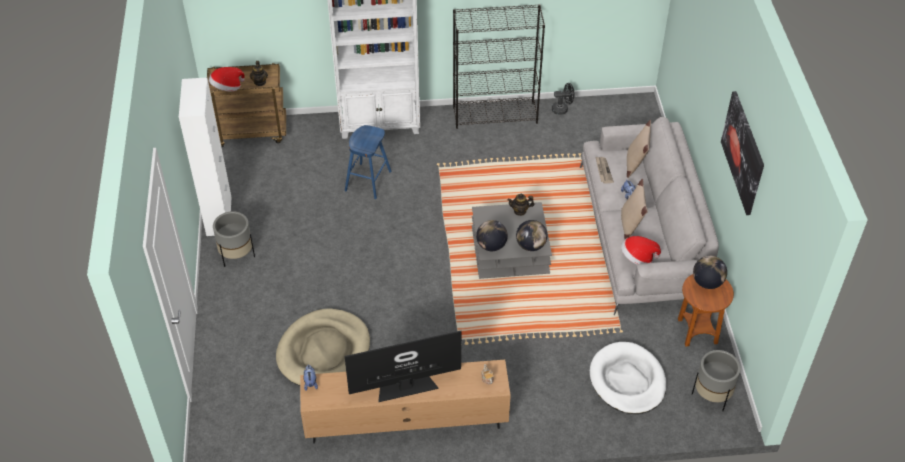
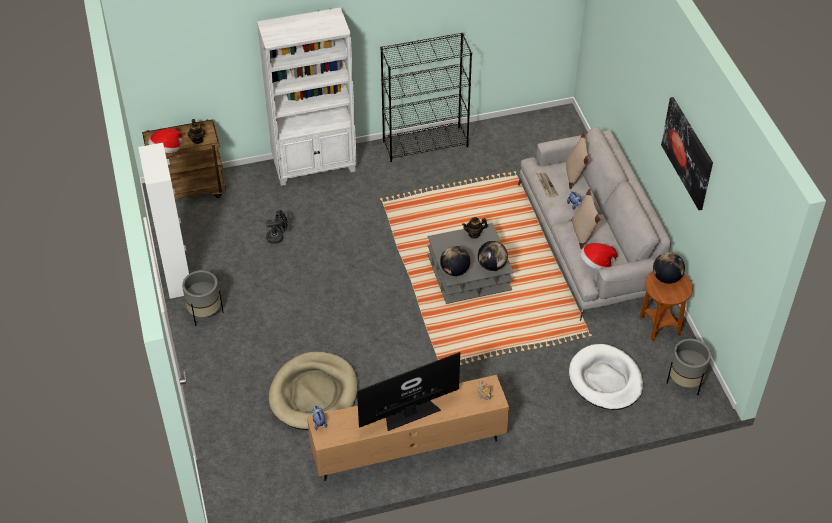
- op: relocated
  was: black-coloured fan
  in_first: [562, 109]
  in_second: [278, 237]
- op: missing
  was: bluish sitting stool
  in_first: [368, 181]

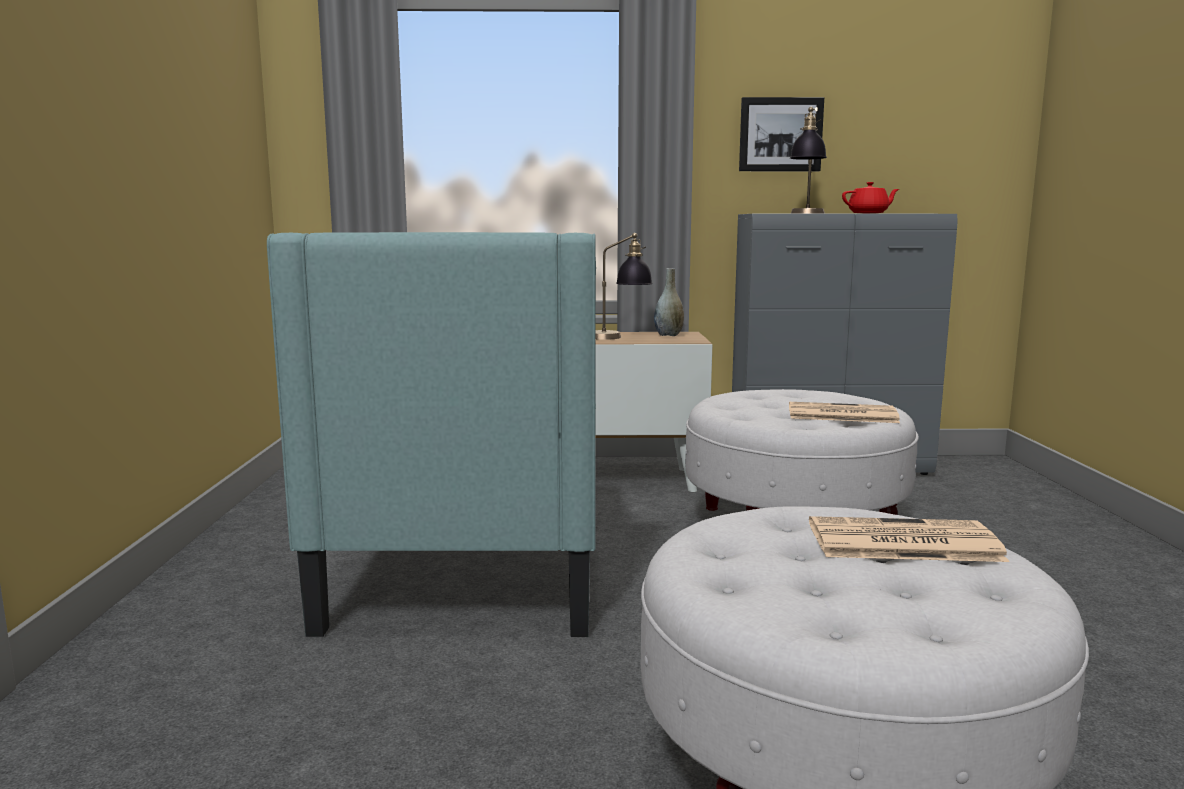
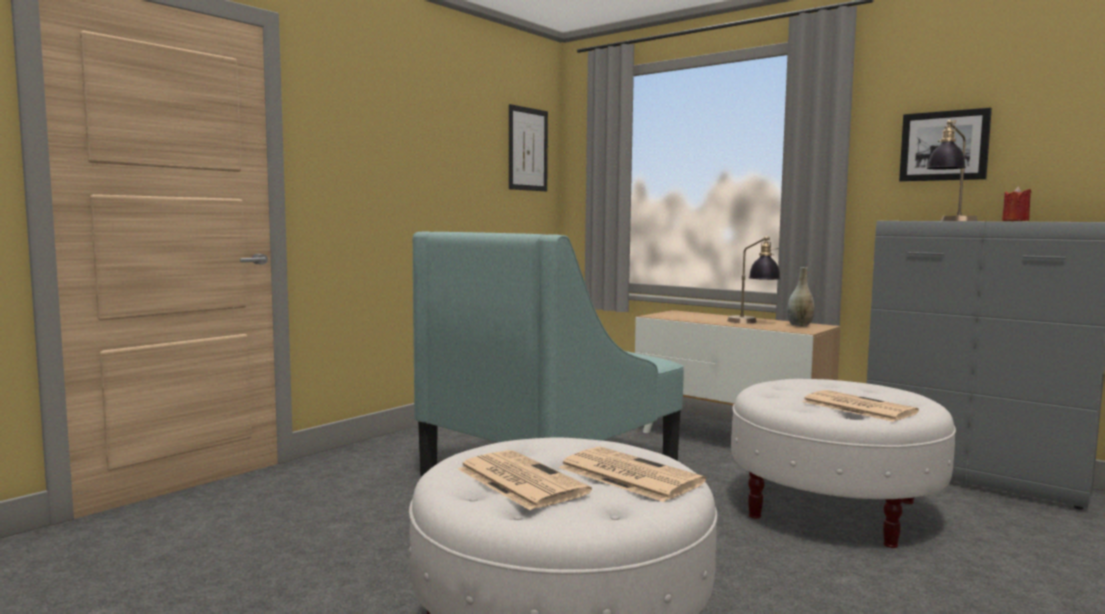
- op: exchanged
  was: red teapot
  now: red candle
  in_first: [869, 213]
  in_second: [1015, 221]
- op: appeared
  now: wall art
  in_second: [528, 149]
- op: appeared
  now: printed paper
  in_second: [519, 480]

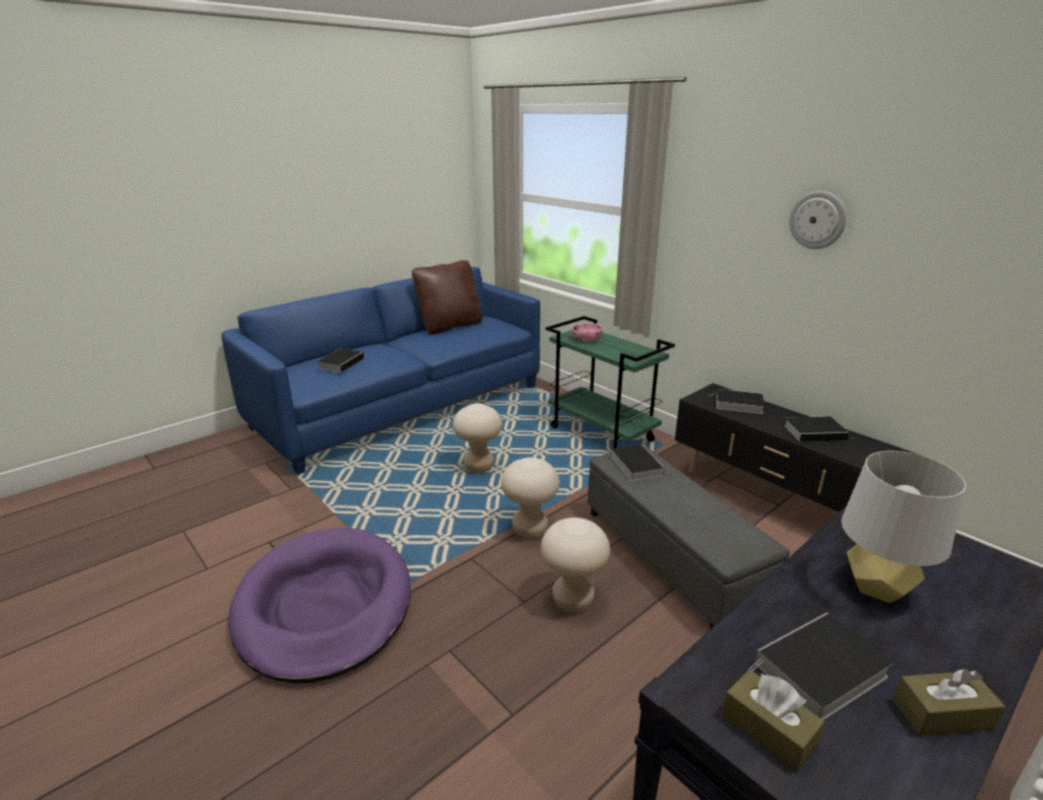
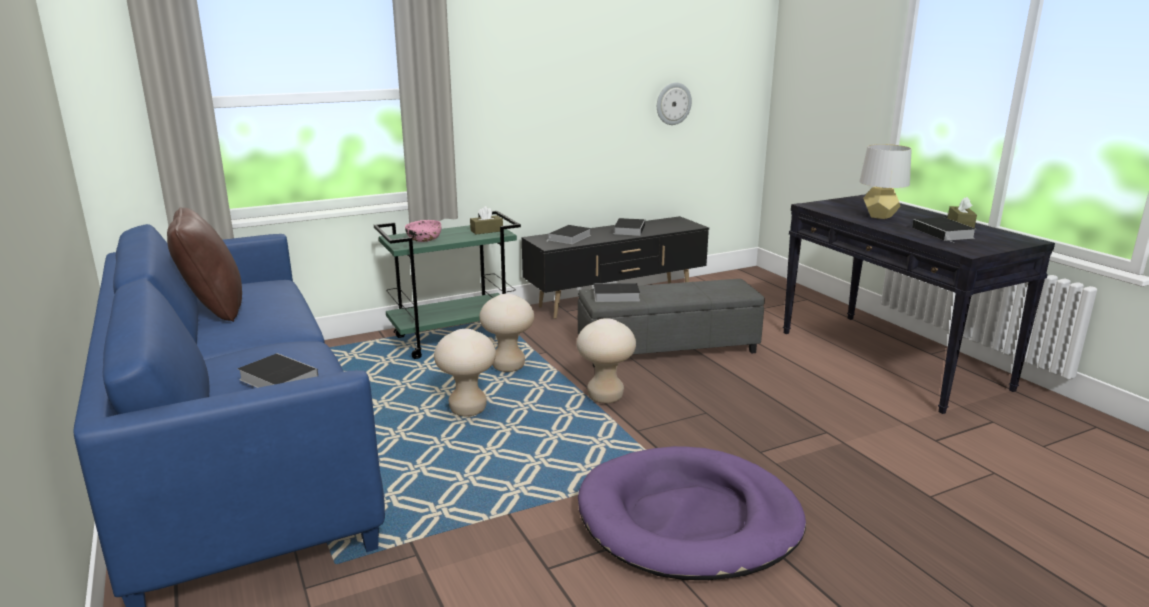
- op: relocated
  was: wall clock
  in_first: [817, 220]
  in_second: [673, 103]
- op: relocated
  was: beige-coloured sitting stool
  in_first: [572, 600]
  in_second: [508, 367]
- op: relocated
  was: brownish tissue holder
  in_first: [768, 730]
  in_second: [486, 231]

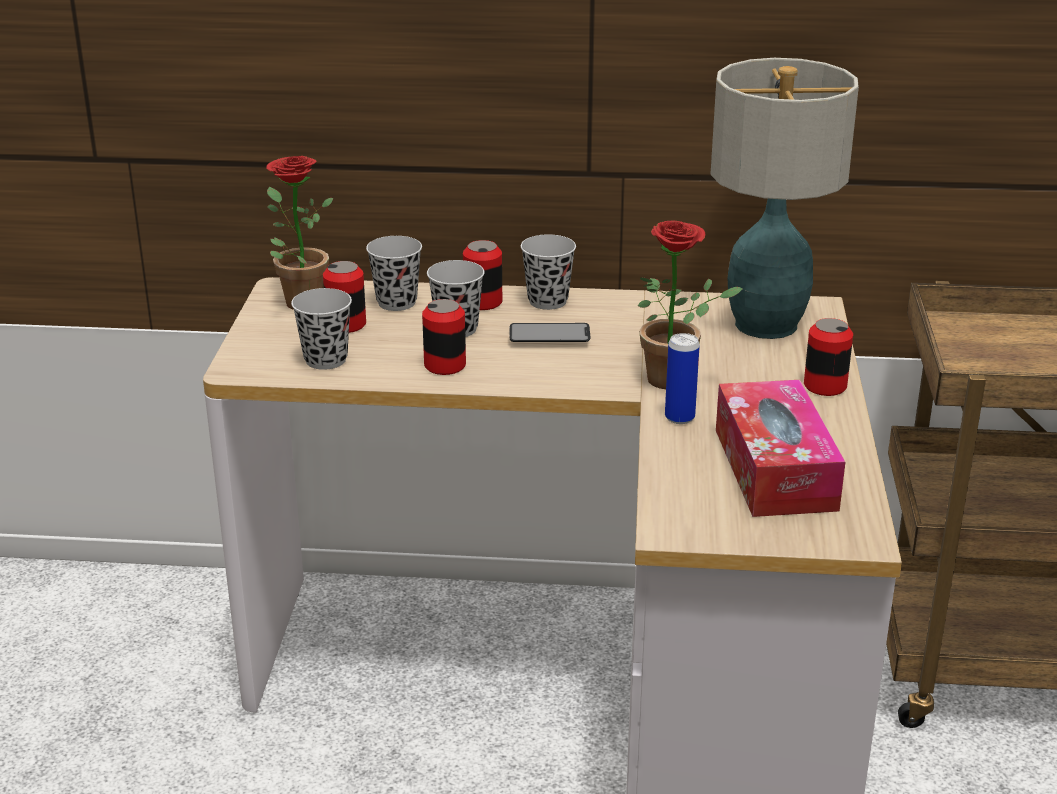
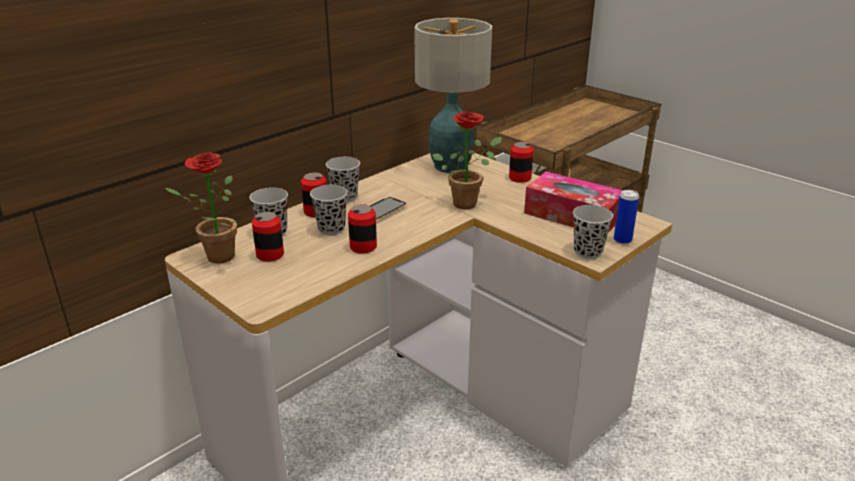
- op: relocated
  was: black-coloured small cup
  in_first: [325, 360]
  in_second: [588, 252]
- op: relocated
  was: sealed can
  in_first: [679, 417]
  in_second: [622, 240]

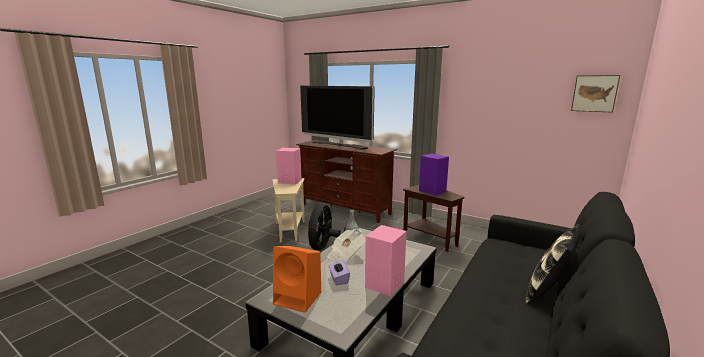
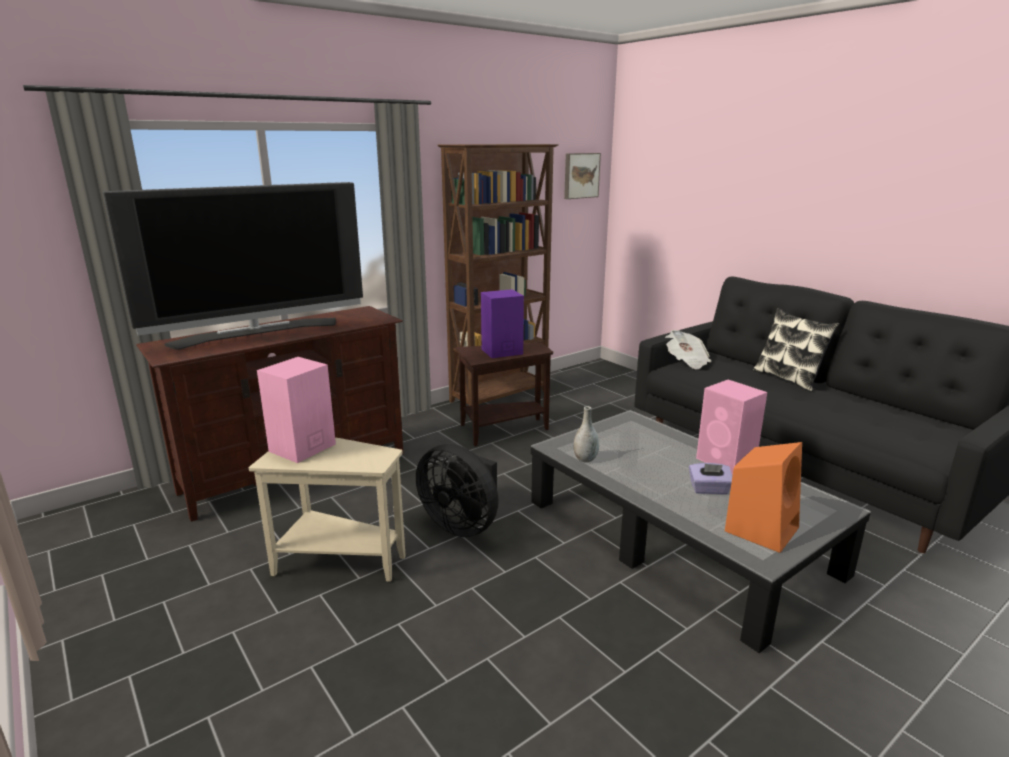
- op: relocated
  was: printed paper
  in_first: [345, 254]
  in_second: [686, 361]
- op: appeared
  now: brownish bookcase
  in_second: [500, 397]

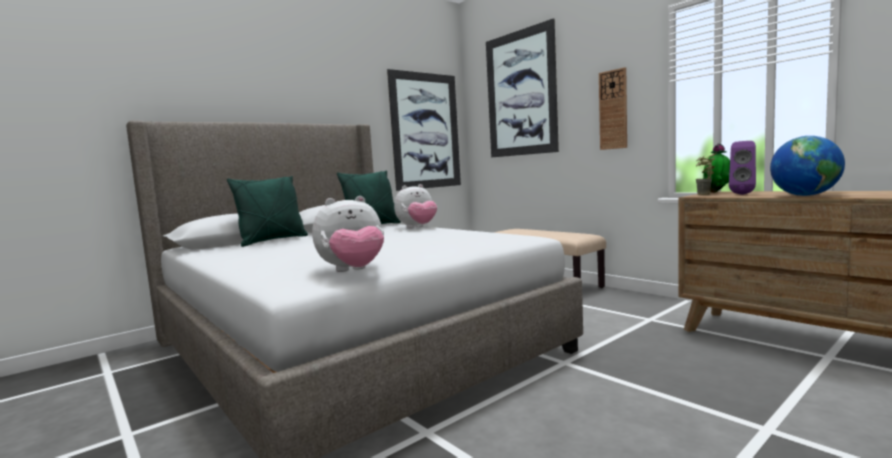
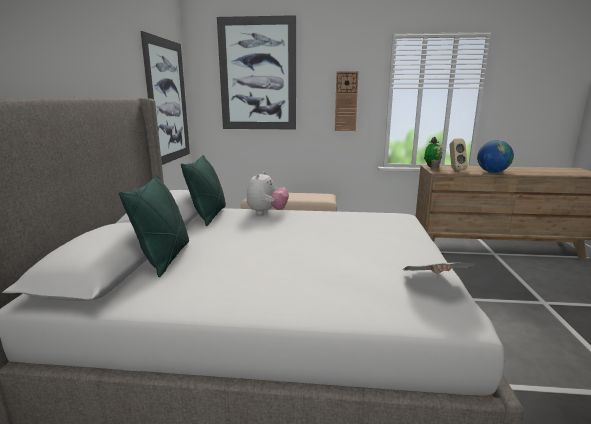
- op: colour
  was: purplish audio speaker
  now: beige-coloured audio speaker
  in_first: [742, 194]
  in_second: [454, 170]
- op: exchanged
  was: soft toy
  now: printed paper
  in_first: [353, 271]
  in_second: [434, 284]

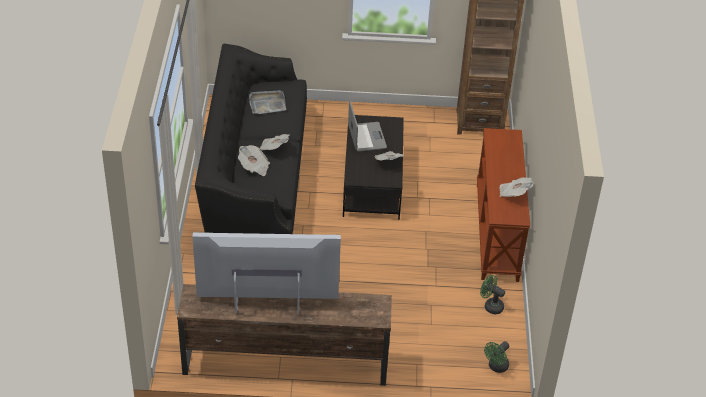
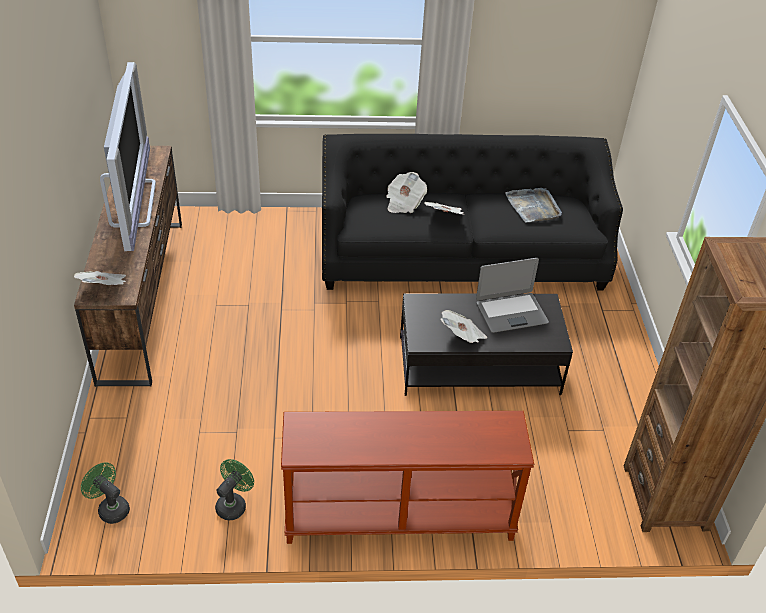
- op: relocated
  was: printed paper
  in_first: [513, 193]
  in_second: [104, 287]

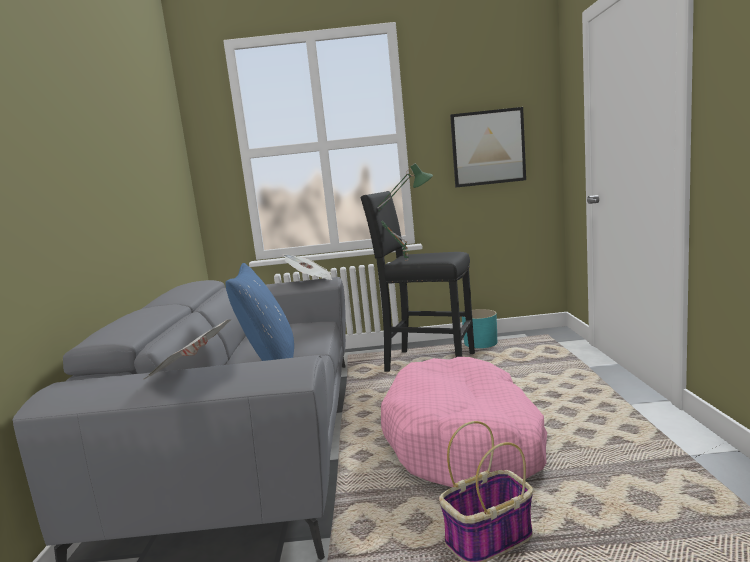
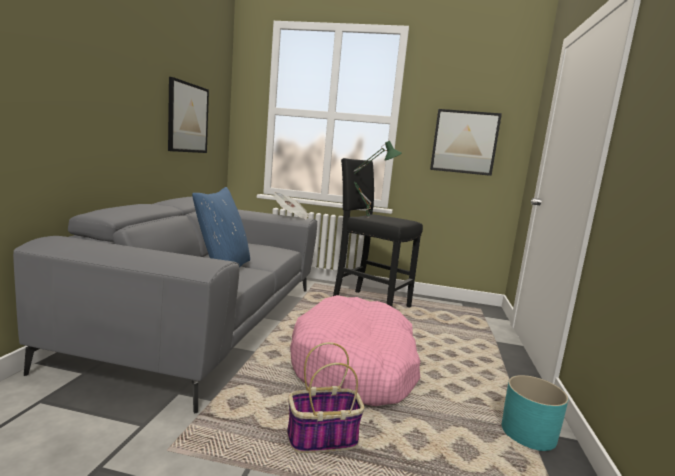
- op: relocated
  was: blue-green flower pot
  in_first: [481, 343]
  in_second: [529, 433]
- op: missing
  was: printed paper
  in_first: [192, 372]
- op: appeared
  now: wall art
  in_second: [188, 118]

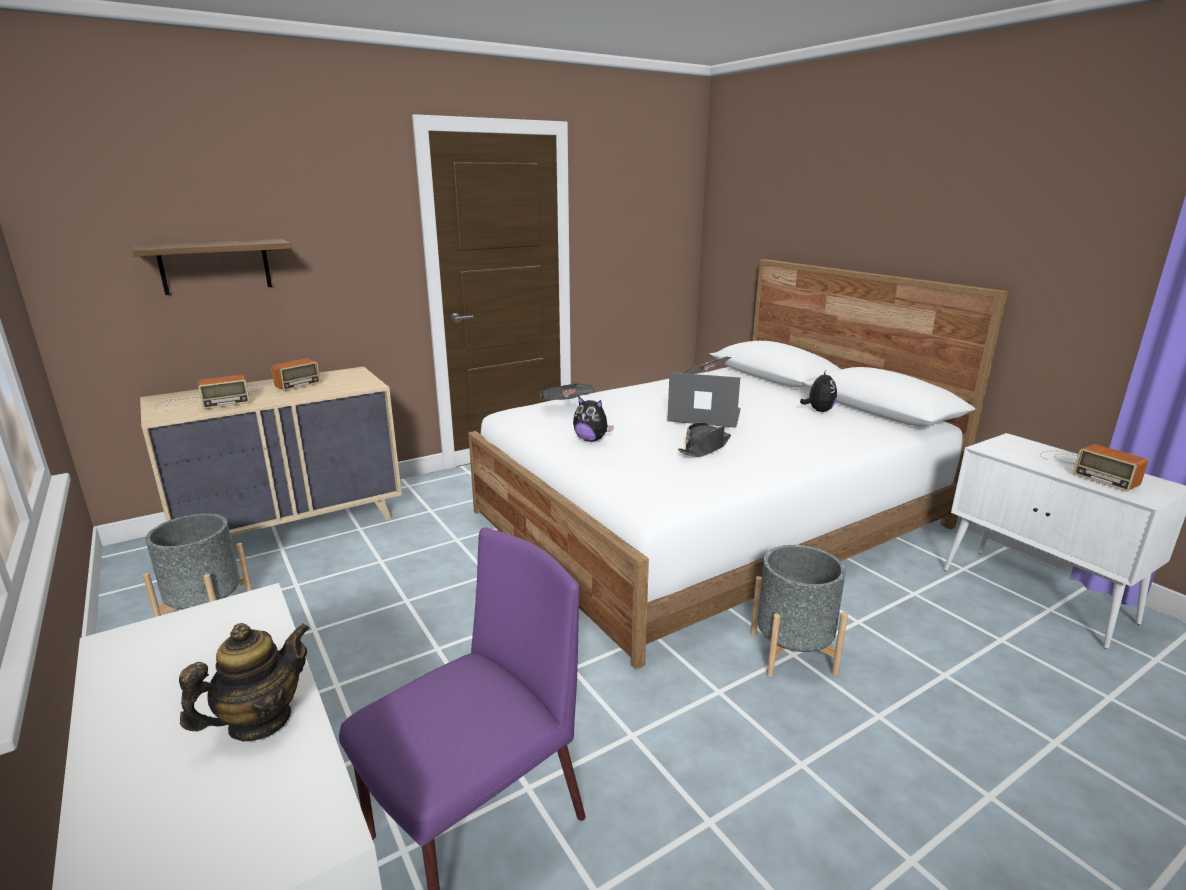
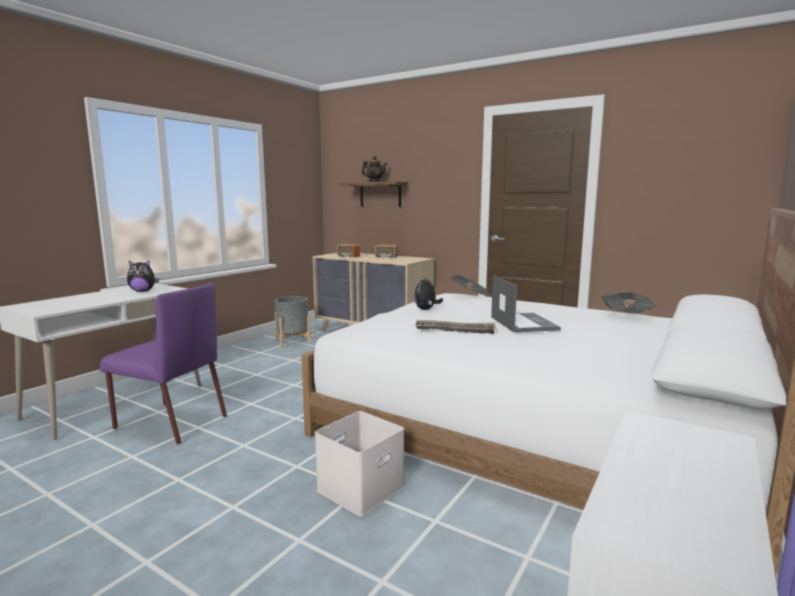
- op: relocated
  was: soft toy
  in_first: [818, 411]
  in_second: [143, 291]
- op: exchanged
  was: black-coloured wearable hat
  now: carrying tray
  in_first: [705, 448]
  in_second: [455, 331]
- op: missing
  was: radio set
  in_first: [1085, 468]
- op: exchanged
  was: greyish flower pot
  now: white-coloured storage bin
  in_first: [792, 653]
  in_second: [360, 490]
- op: relocated
  was: teapot
  in_first: [259, 721]
  in_second: [374, 181]

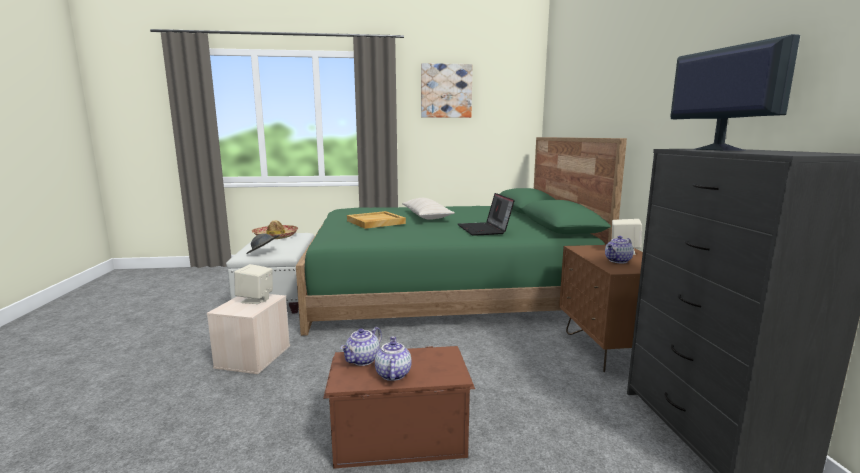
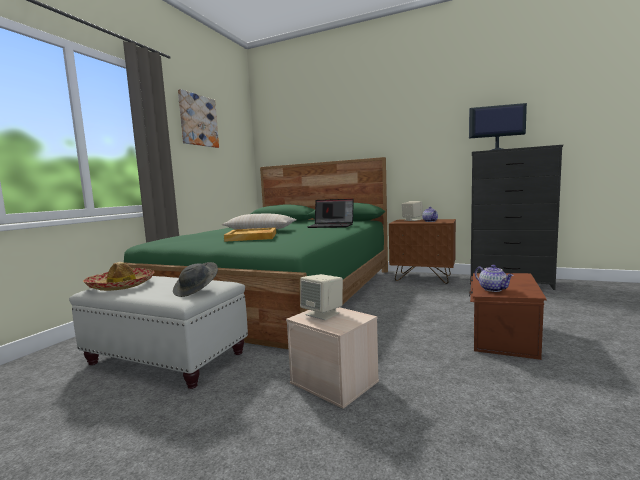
- op: missing
  was: teapot
  in_first: [392, 374]

